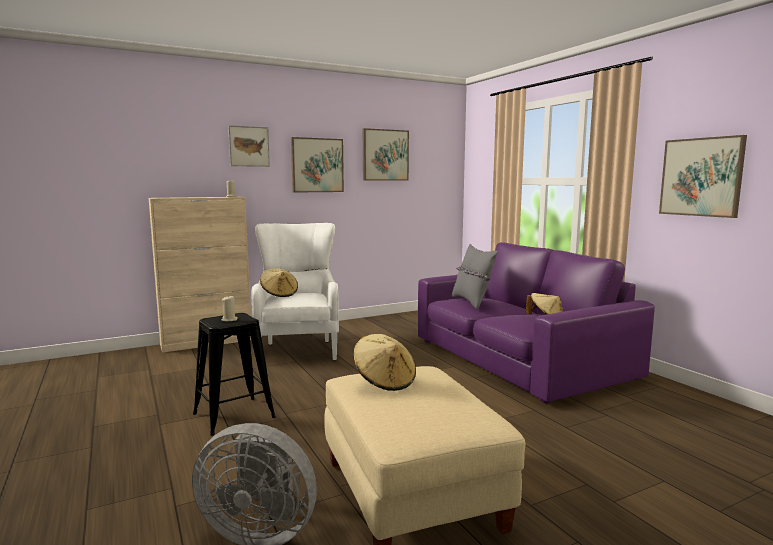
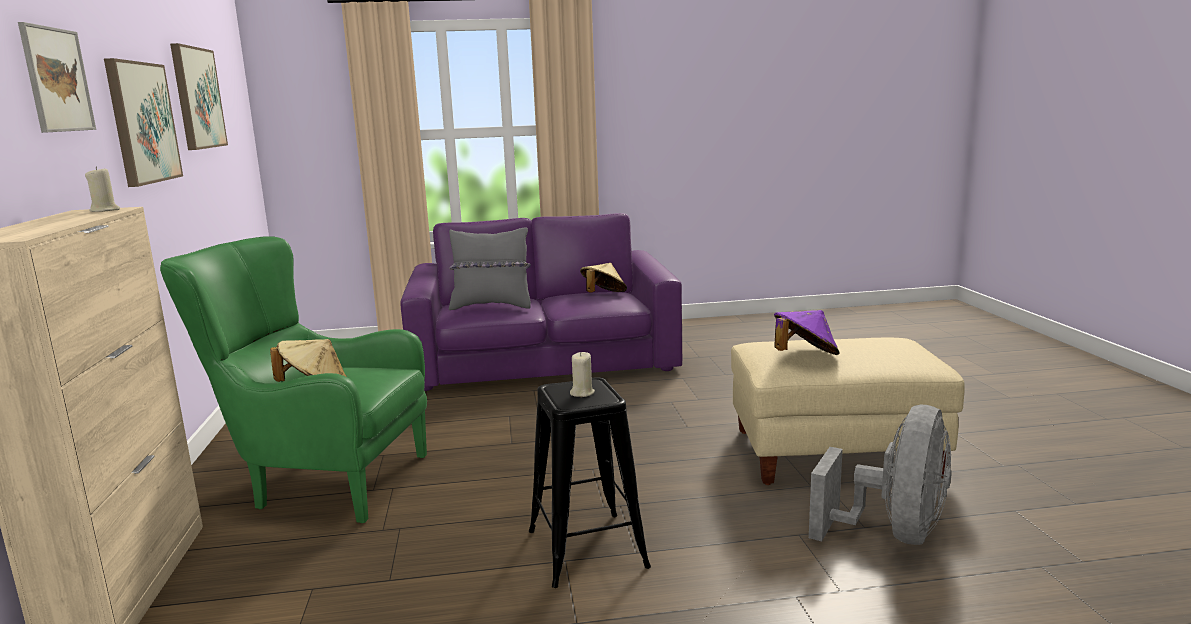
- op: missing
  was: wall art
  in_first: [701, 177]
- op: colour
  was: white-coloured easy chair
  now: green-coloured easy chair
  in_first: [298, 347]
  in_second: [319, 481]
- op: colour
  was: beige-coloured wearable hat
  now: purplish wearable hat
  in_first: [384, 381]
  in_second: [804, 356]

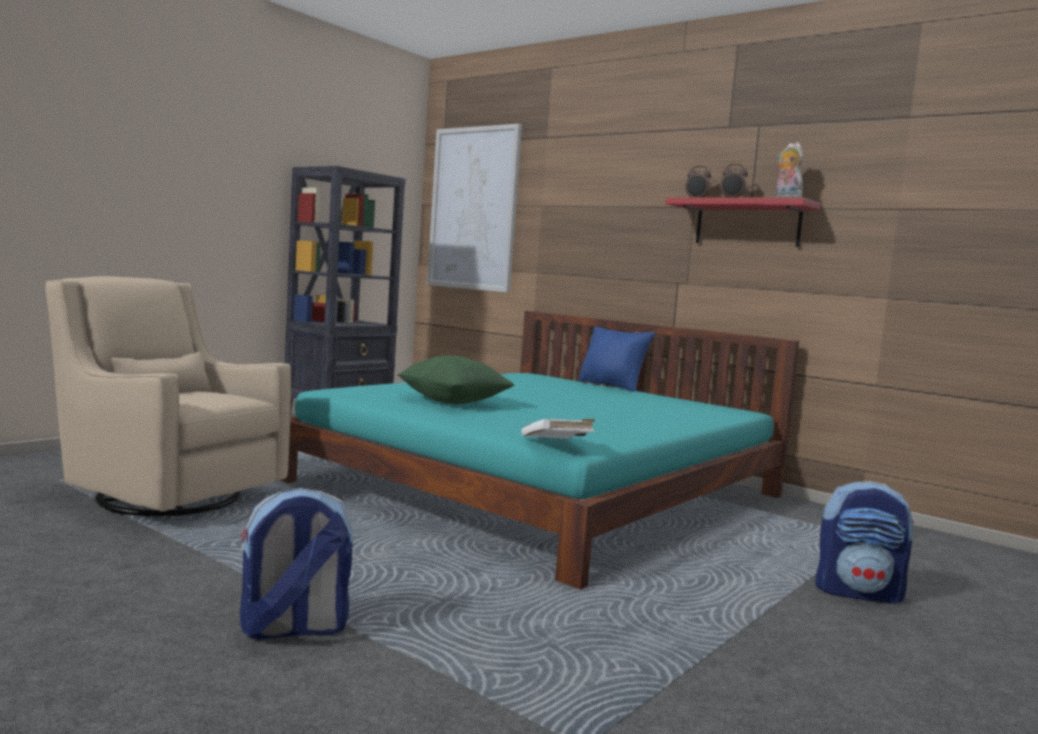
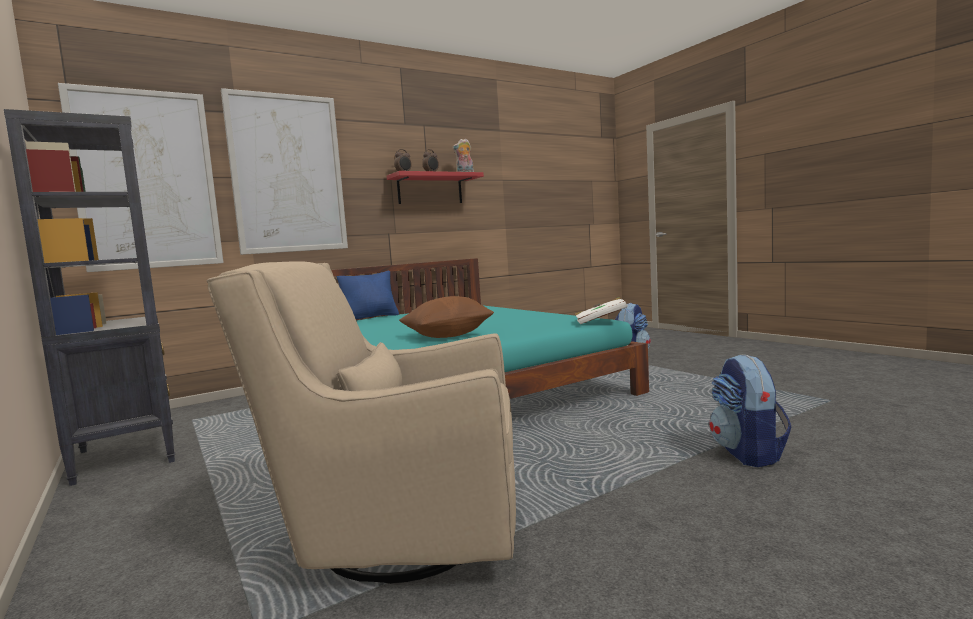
- op: spun
  was: beige-coloured easy chair
  in_first: [166, 495]
  in_second: [398, 532]
  clockwise: 45
- op: colour
  was: green-coloured cushion
  now: brownish cushion
  in_first: [453, 402]
  in_second: [448, 336]
- op: appeared
  now: wall art
  in_second: [287, 174]

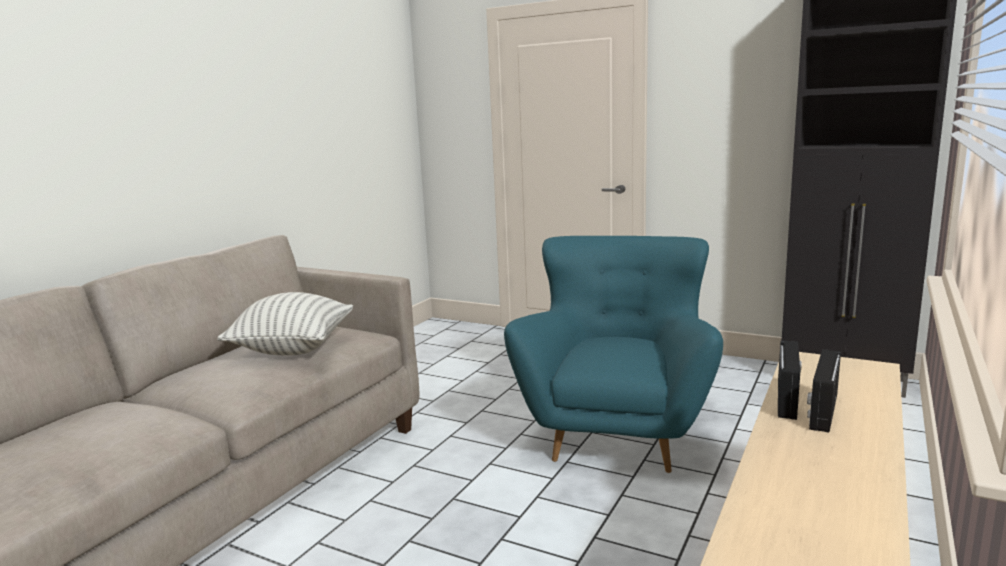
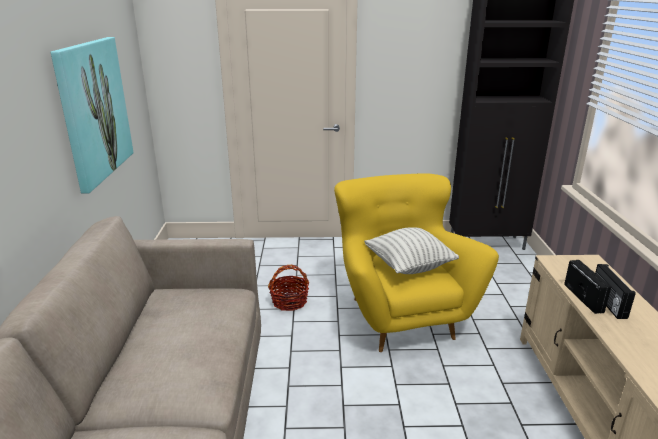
- op: colour
  was: blue-green easy chair
  now: yellow easy chair
  in_first: [618, 432]
  in_second: [399, 316]
- op: relocated
  was: cushion
  in_first: [293, 349]
  in_second: [409, 266]
- op: appeared
  now: wall art
  in_second: [93, 110]
- op: appeared
  now: storage basket
  in_second: [289, 301]

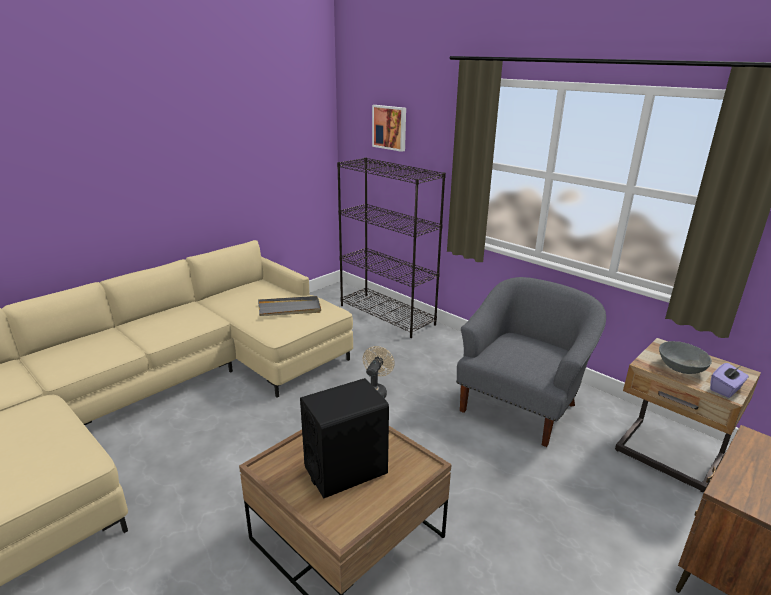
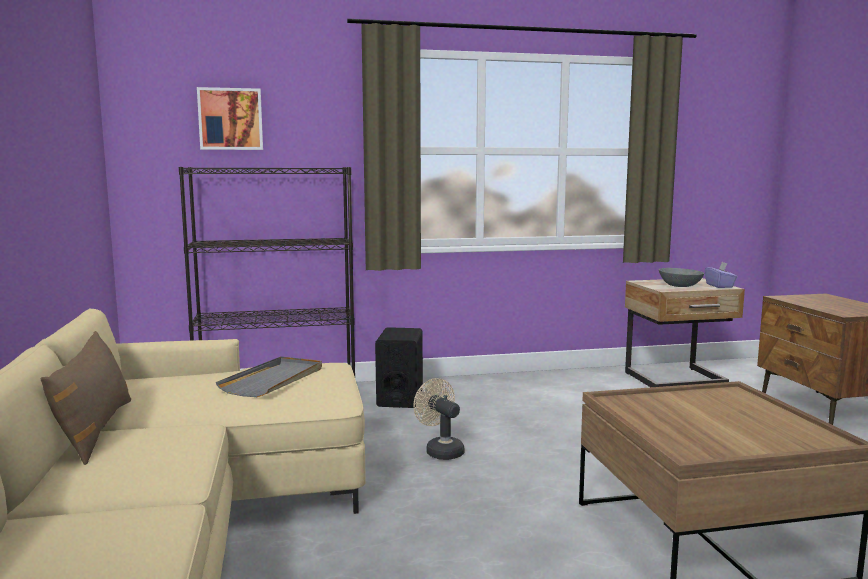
- op: missing
  was: greyish easy chair
  in_first: [521, 406]
- op: relocated
  was: black-coloured audio speaker
  in_first: [346, 470]
  in_second: [400, 398]
- op: appeared
  now: brownish cushion
  in_second: [94, 430]

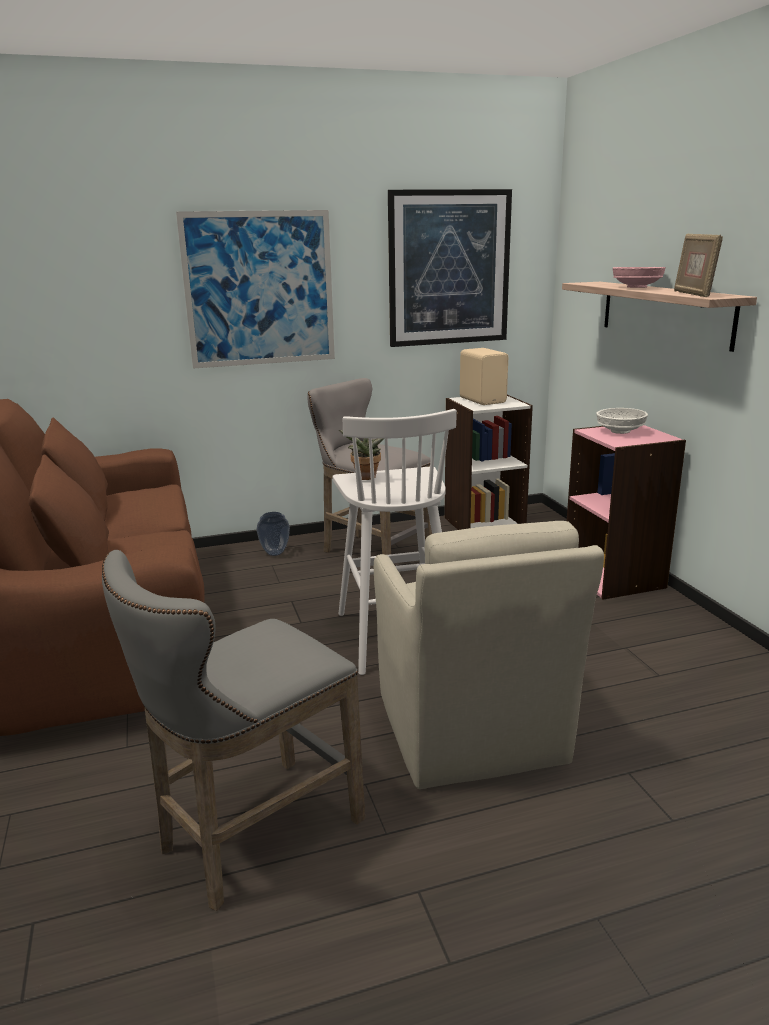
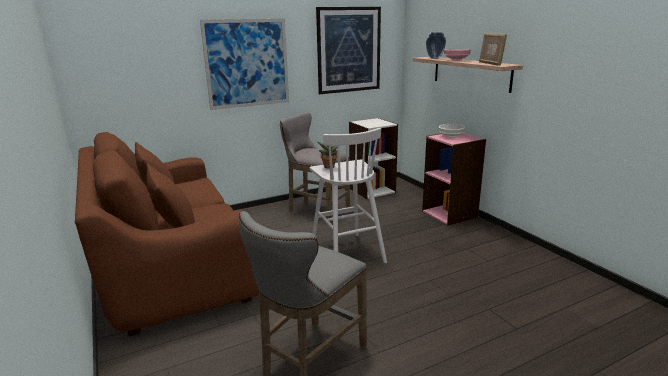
- op: missing
  was: beige-coloured audio speaker
  in_first: [483, 400]
- op: relocated
  was: vase
  in_first: [274, 553]
  in_second: [434, 58]
- op: missing
  was: beige-coloured easy chair
  in_first: [471, 732]

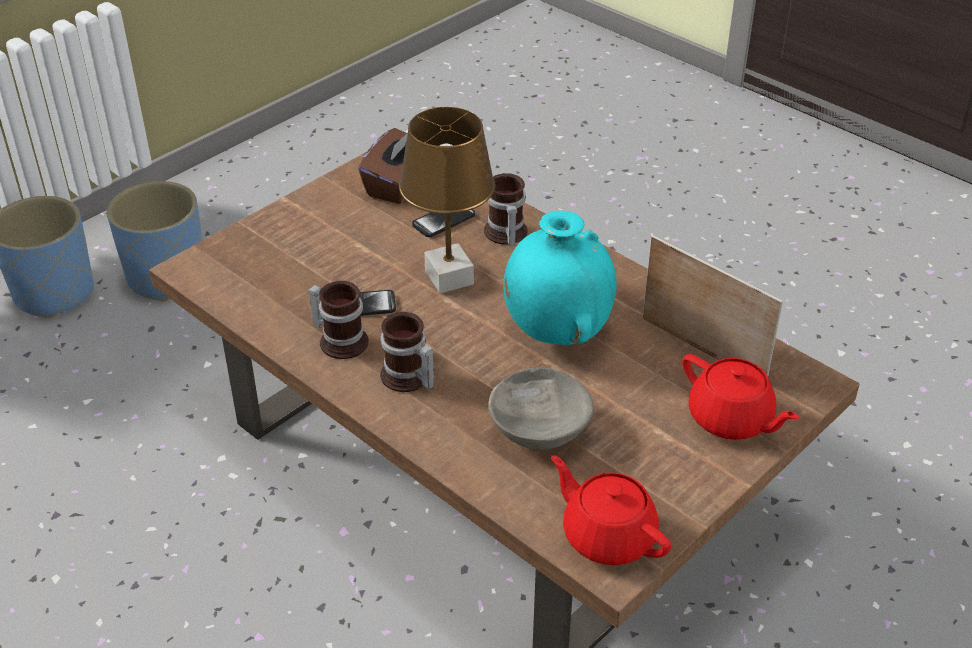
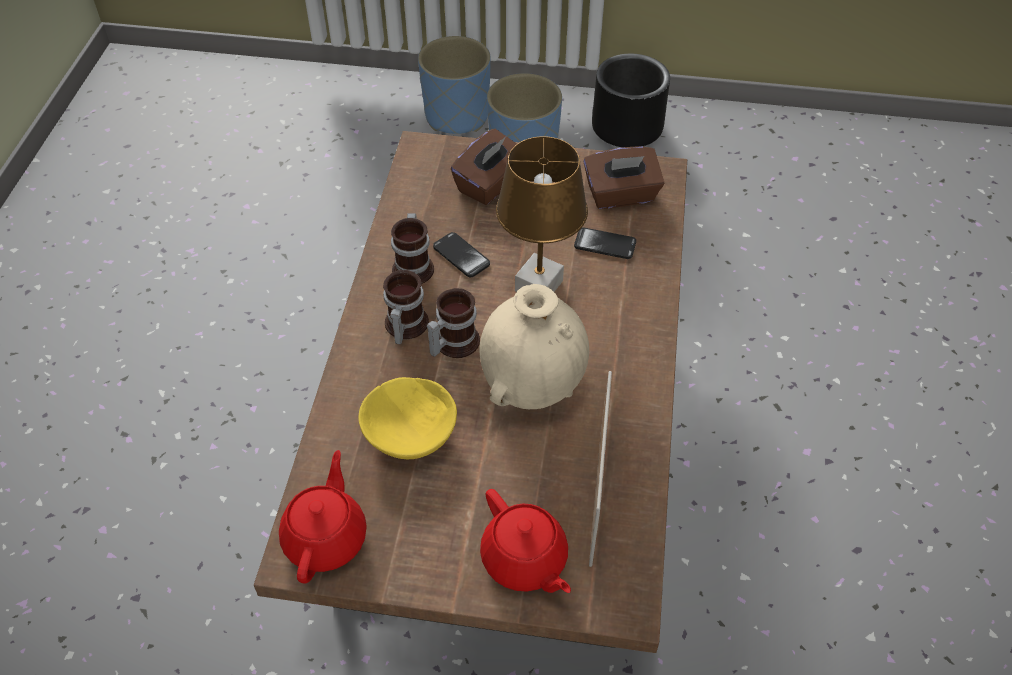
- op: relocated
  was: mug
  in_first: [504, 234]
  in_second: [452, 342]
- op: colour
  was: blue-green vase
  now: beige-coloured vase
  in_first: [557, 332]
  in_second: [533, 386]
- op: spun
  was: red teapot
  in_first: [731, 419]
  in_second: [524, 560]
  clockwise: -45
- op: colour
  was: greyish bowl
  now: yellow bowl
  in_first: [538, 431]
  in_second: [408, 434]
- op: appeared
  now: black-coloured flower pot
  in_second: [626, 127]
- op: appeared
  now: brownish tissue holder
  in_second: [490, 184]

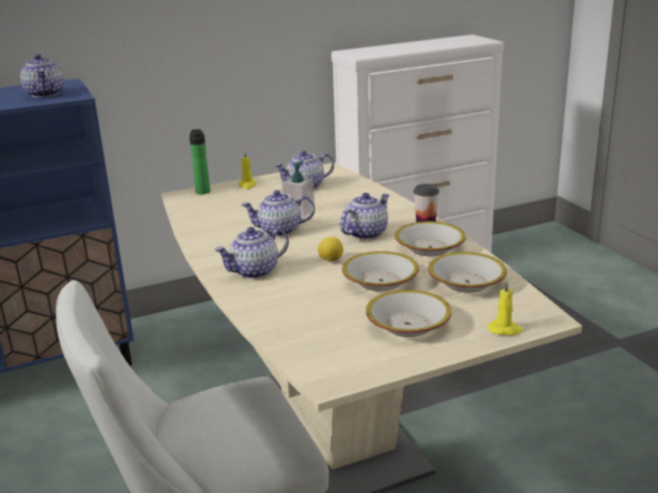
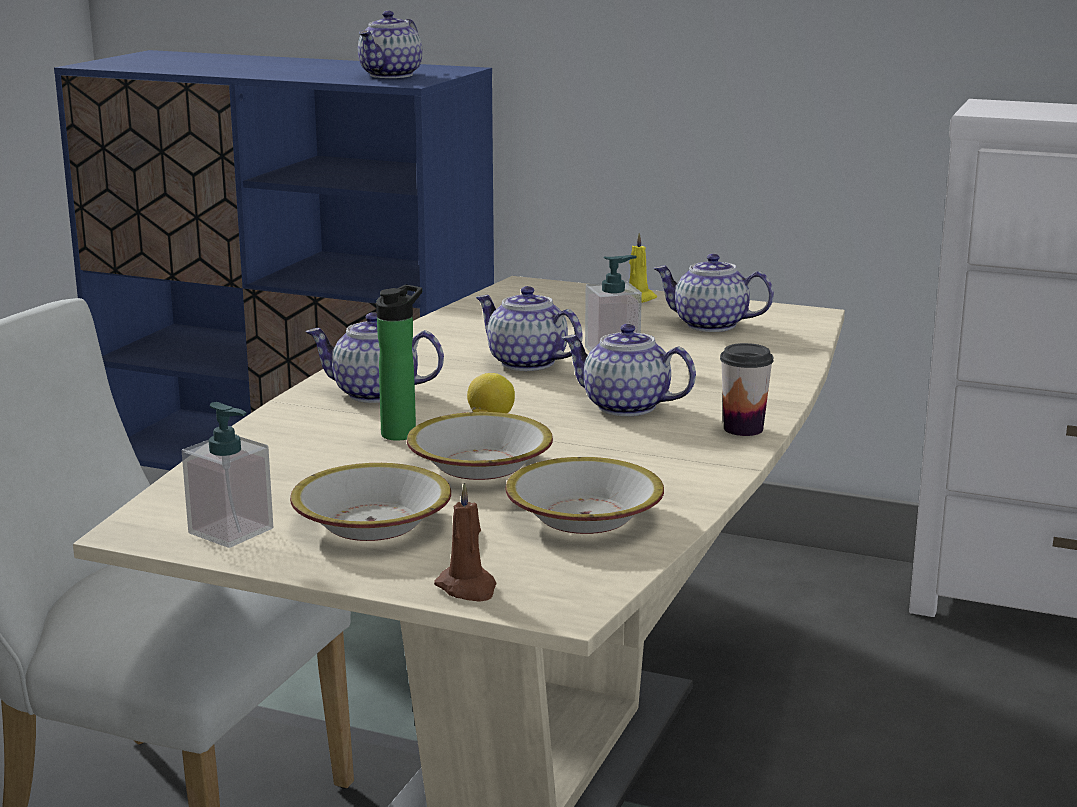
- op: relocated
  was: beverage bottle
  in_first: [202, 191]
  in_second: [402, 433]
- op: spun
  was: teapot
  in_first: [365, 233]
  in_second: [625, 406]
  clockwise: -150
- op: missing
  was: bowl
  in_first: [430, 248]
- op: colour
  was: yellow candle
  now: brownish candle
  in_first: [505, 329]
  in_second: [467, 588]
- op: appeared
  now: soap dispenser
  in_second: [231, 531]

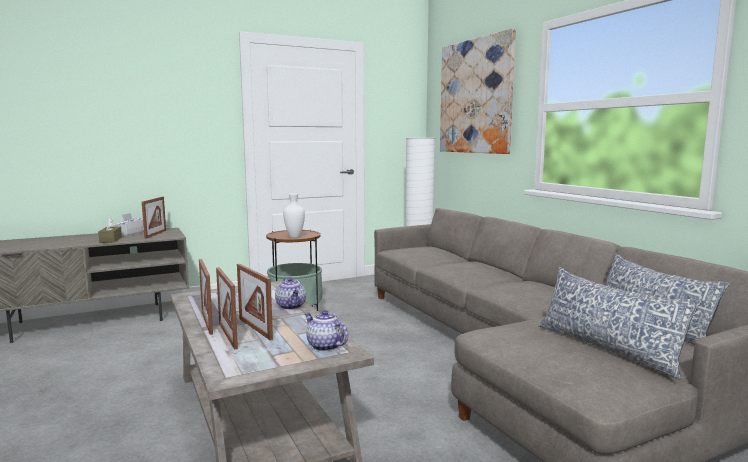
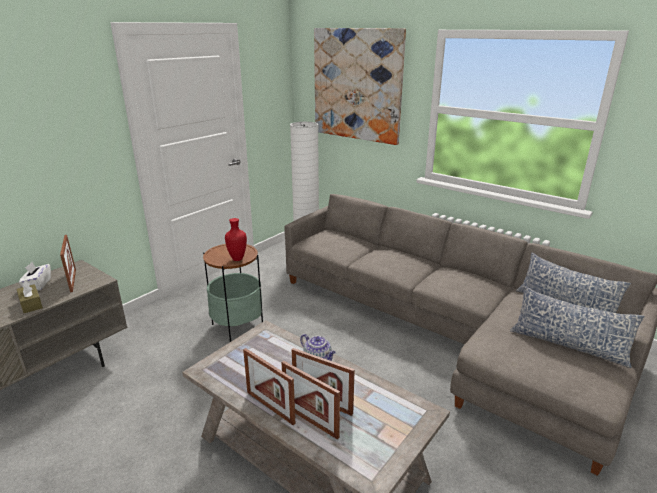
- op: colour
  was: white-coloured vase
  now: red vase
  in_first: [294, 236]
  in_second: [237, 258]
- op: missing
  was: teapot
  in_first: [324, 346]

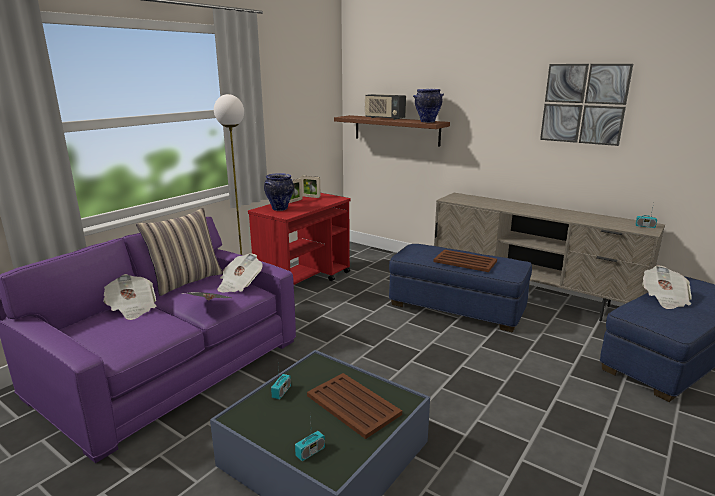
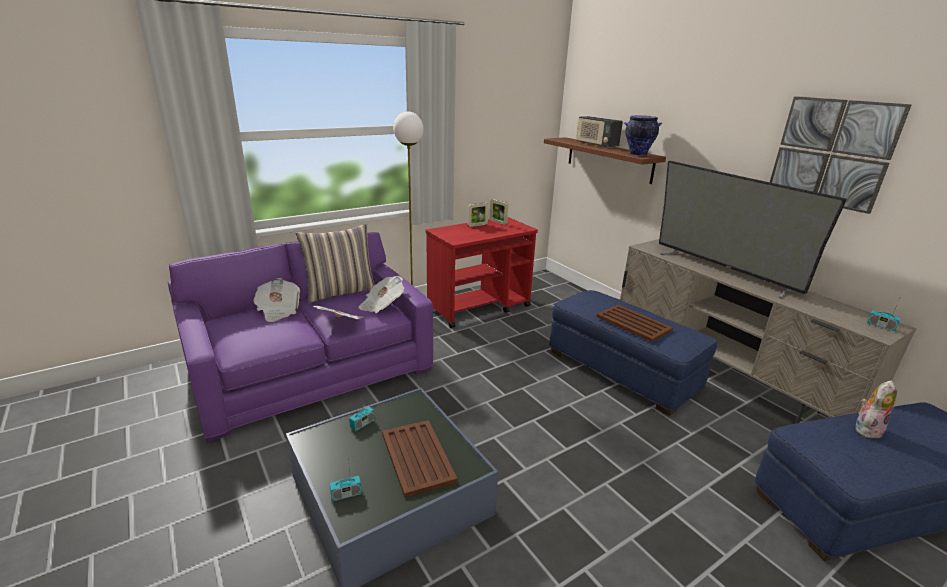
- op: missing
  was: vase
  in_first: [280, 208]
- op: exchanged
  was: printed paper
  now: soft toy
  in_first: [664, 299]
  in_second: [866, 429]
- op: appeared
  now: TV set
  in_second: [723, 271]

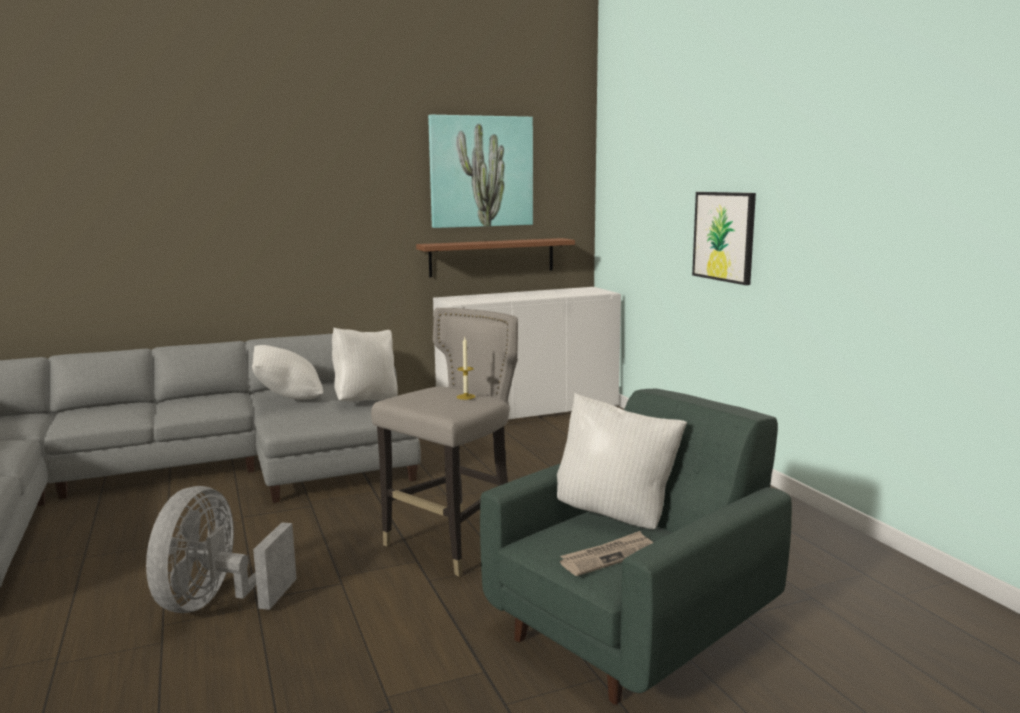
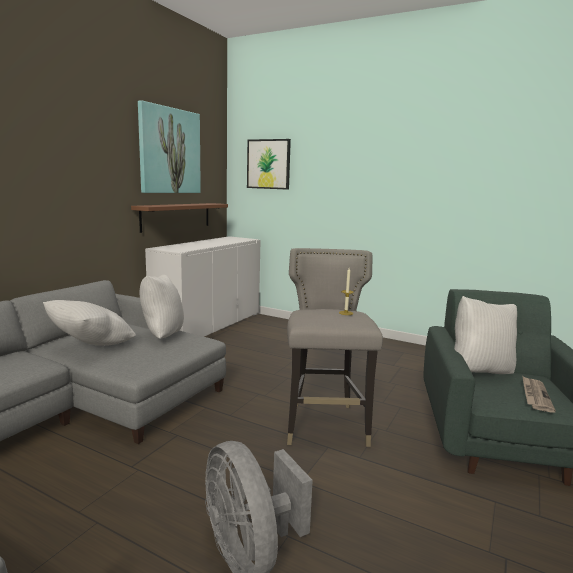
- op: relocated
  was: wall art
  in_first: [724, 236]
  in_second: [268, 164]

